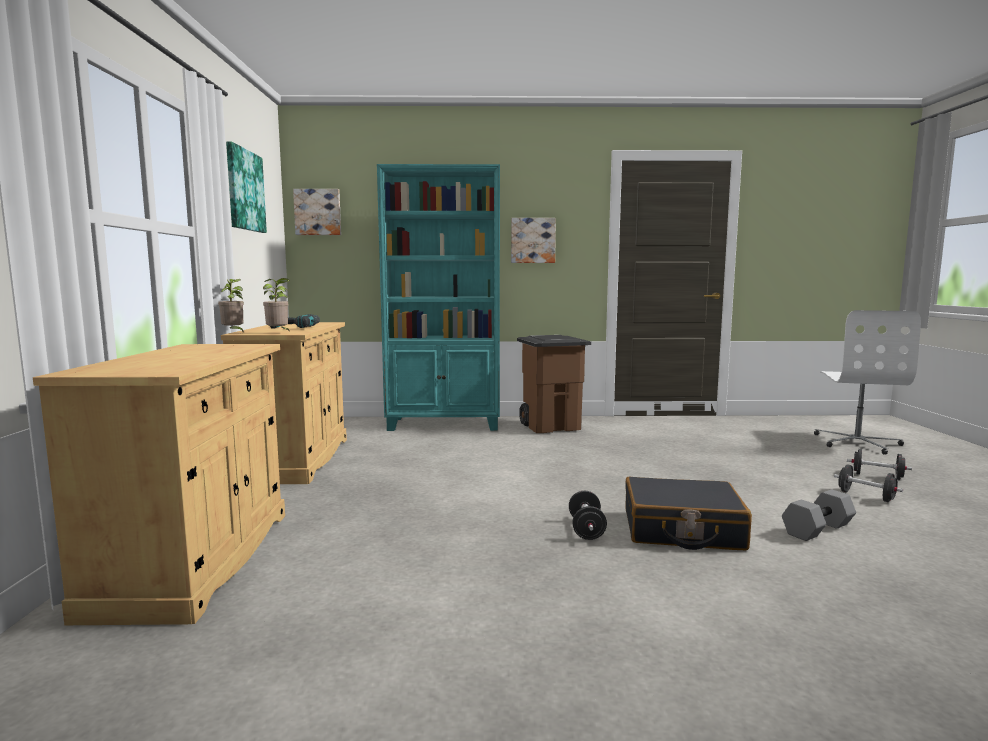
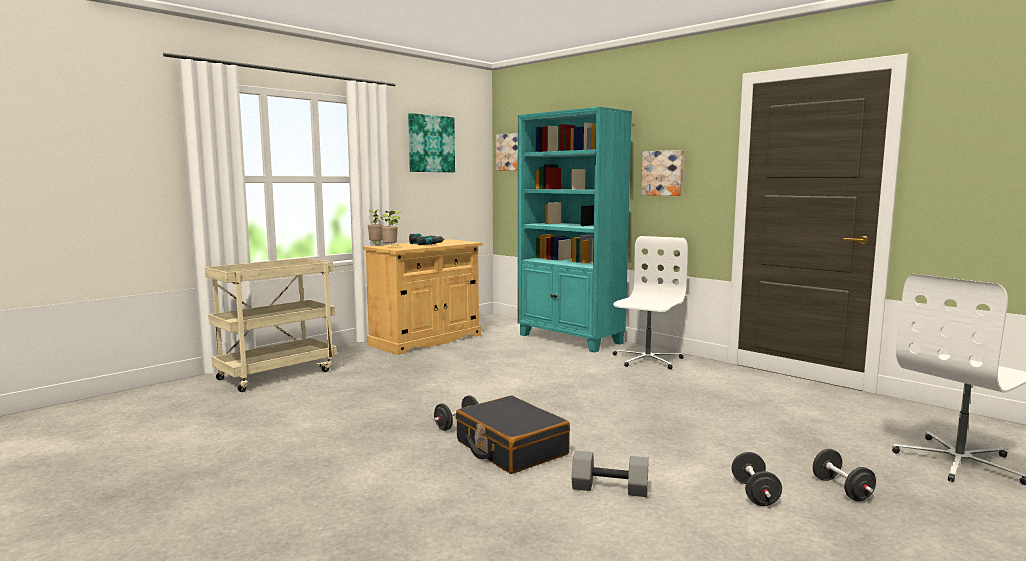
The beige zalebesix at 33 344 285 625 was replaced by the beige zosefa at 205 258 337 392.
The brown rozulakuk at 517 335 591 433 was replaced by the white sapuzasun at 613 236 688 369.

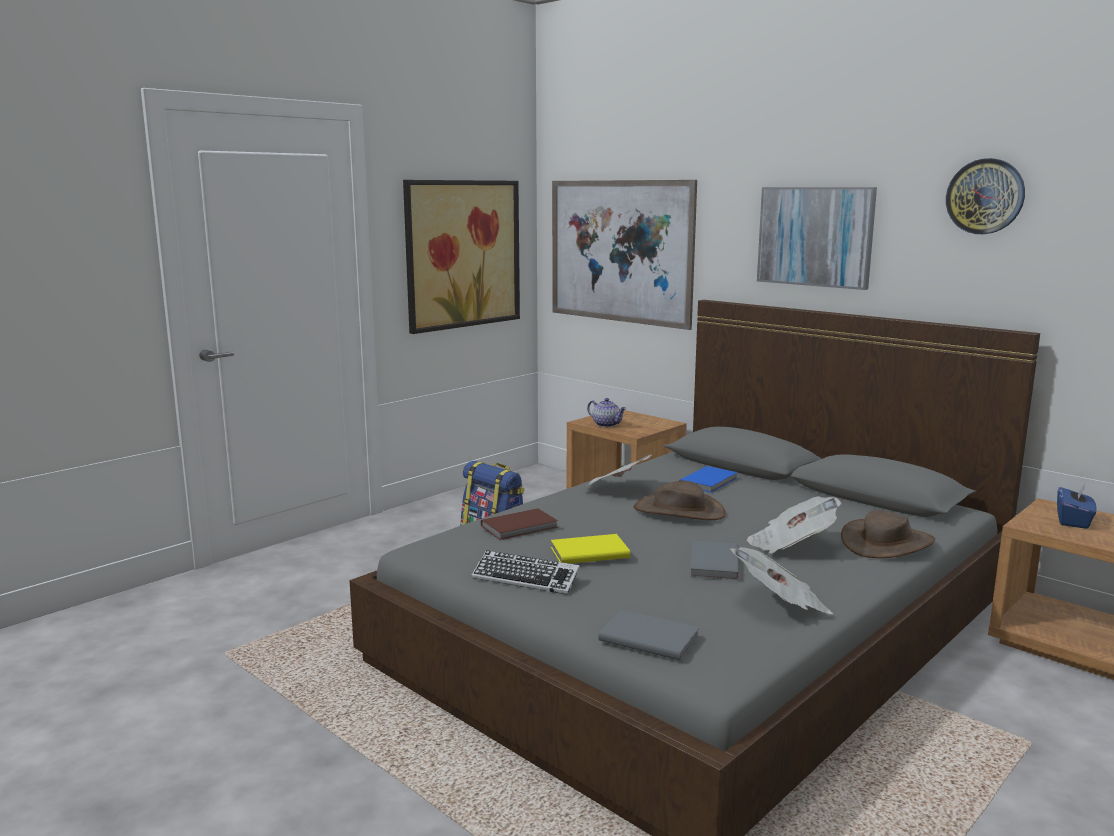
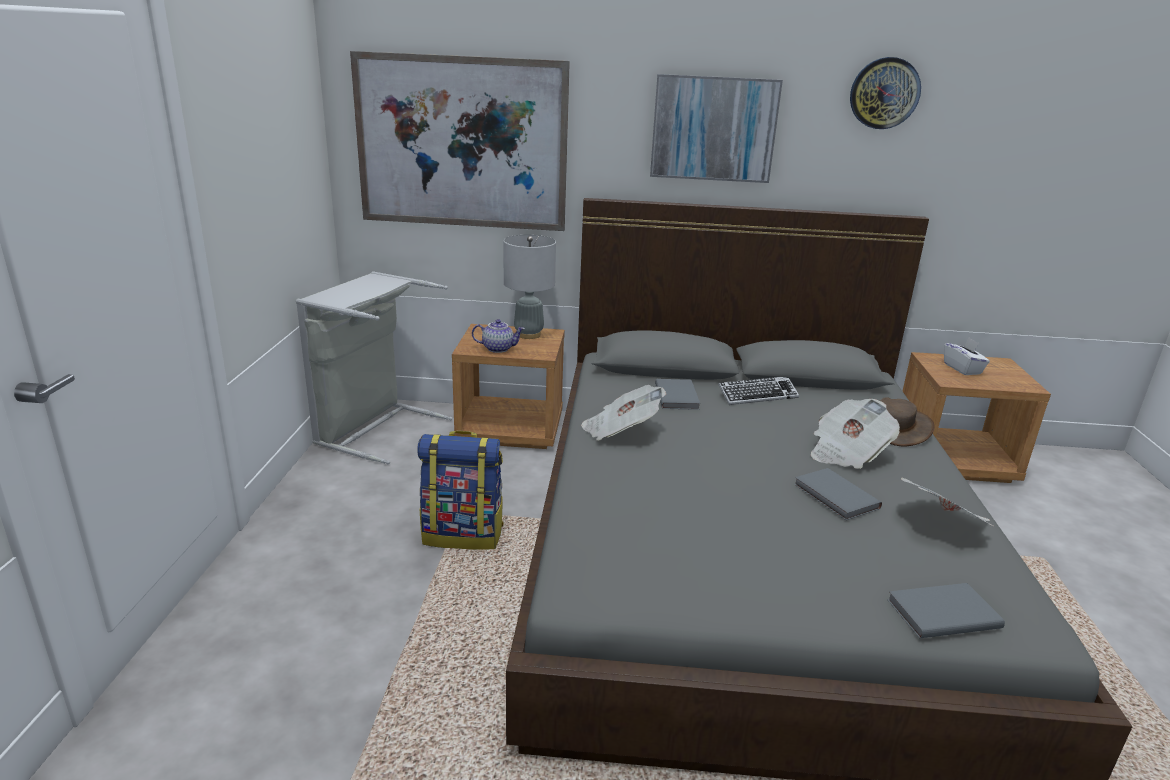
The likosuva at 403 180 520 334 disappeared.
The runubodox moved from 471 550 580 595 to 718 377 799 405.
The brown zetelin at 481 508 558 540 disappeared.
The yellow zetelin at 551 534 630 564 disappeared.
The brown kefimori at 634 481 726 520 disappeared.
The blue zetelin at 679 466 738 493 became the grey zetelin at 655 379 700 410.
The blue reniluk at 1057 483 1097 529 became the white reniluk at 944 338 990 375.
The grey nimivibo at 296 271 452 464 appeared.
The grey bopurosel at 504 235 556 339 appeared.

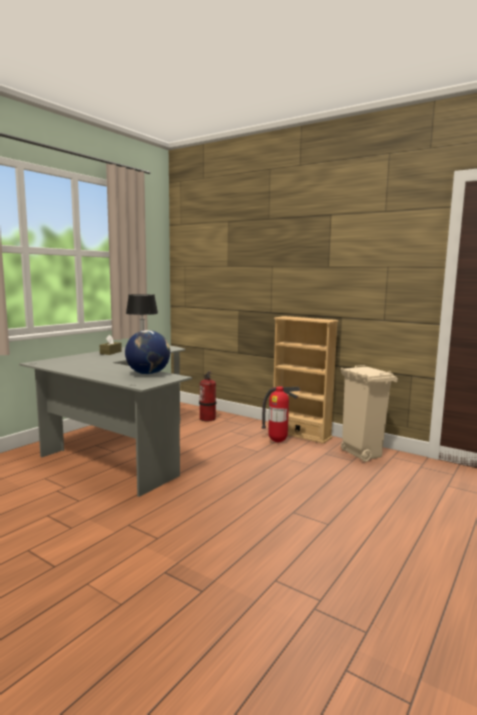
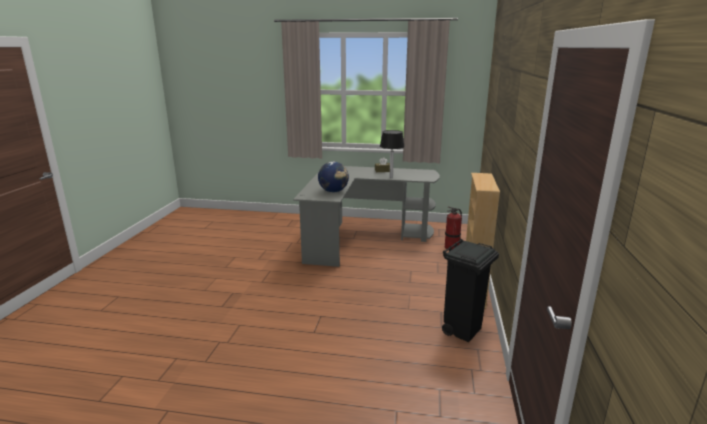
The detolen at 262 387 301 442 disappeared.
The beige rozulakuk at 341 365 398 462 became the black rozulakuk at 442 239 499 342.

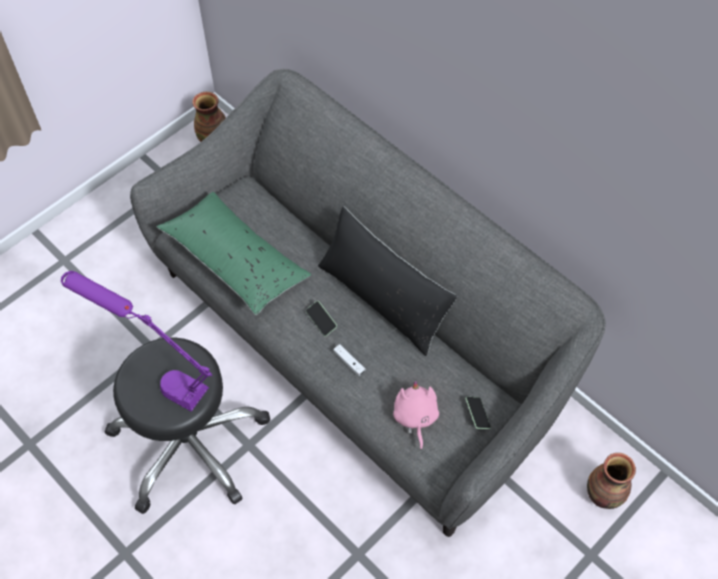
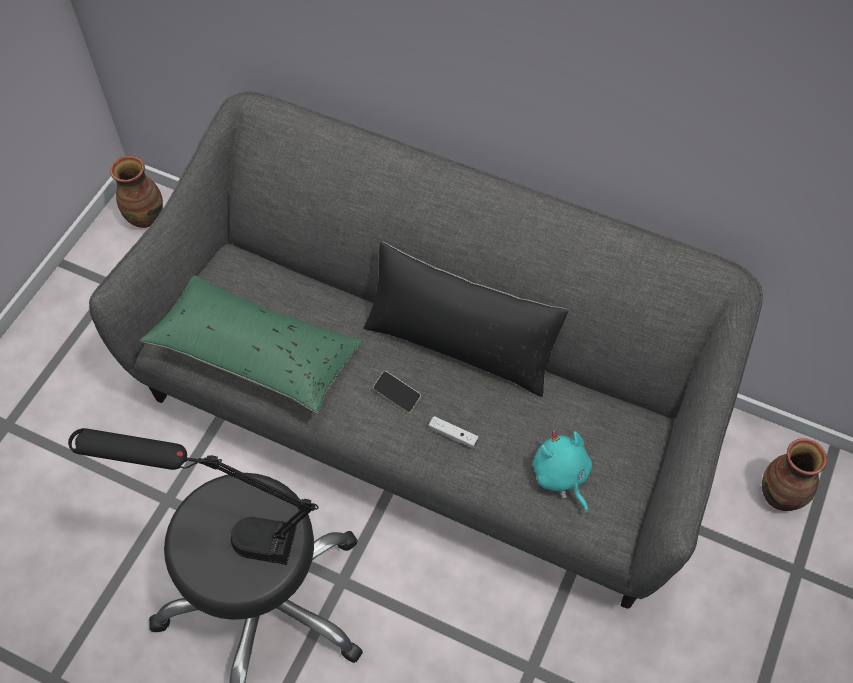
The purple bopurosel at 61 271 212 412 became the black bopurosel at 68 428 318 565.
The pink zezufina at 393 380 439 450 became the turquoise zezufina at 533 430 592 513.
The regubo at 465 397 491 429 disappeared.

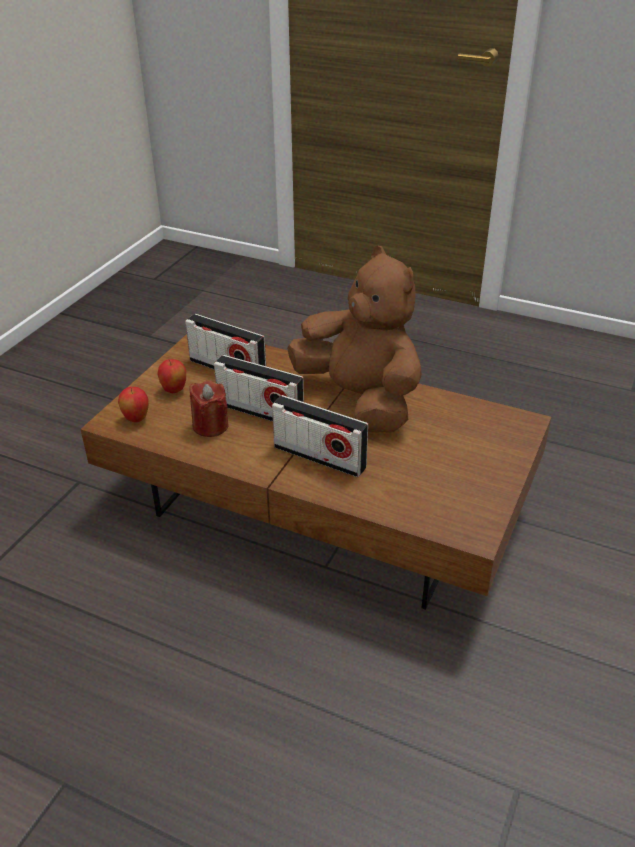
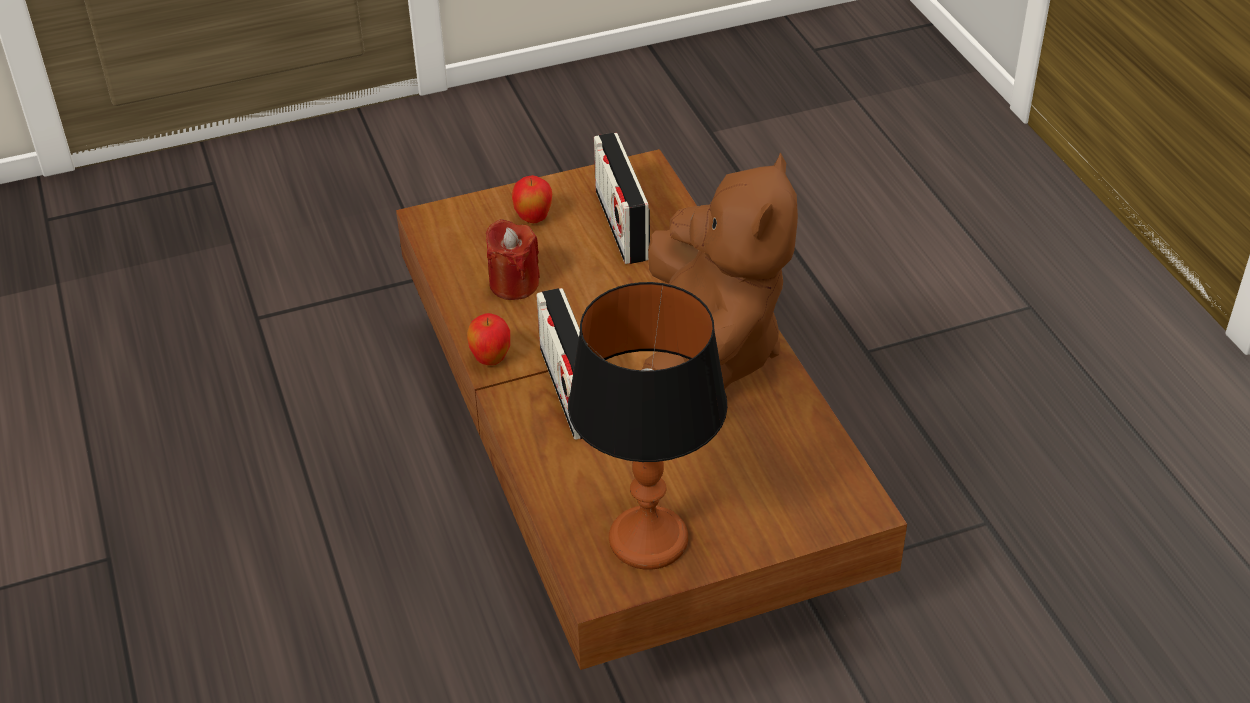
The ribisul moved from 118 387 149 422 to 467 313 510 365.
The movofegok at 214 355 304 421 disappeared.
The bopurosel at 568 282 728 570 appeared.

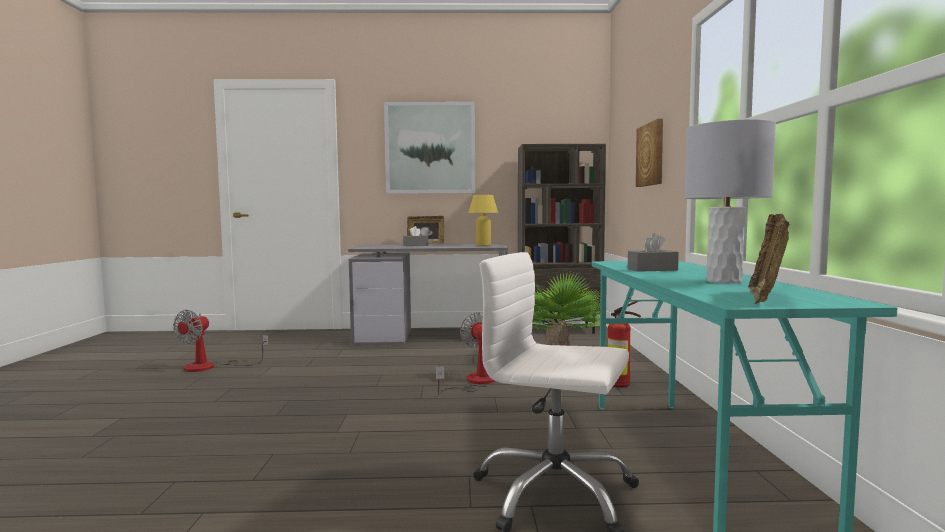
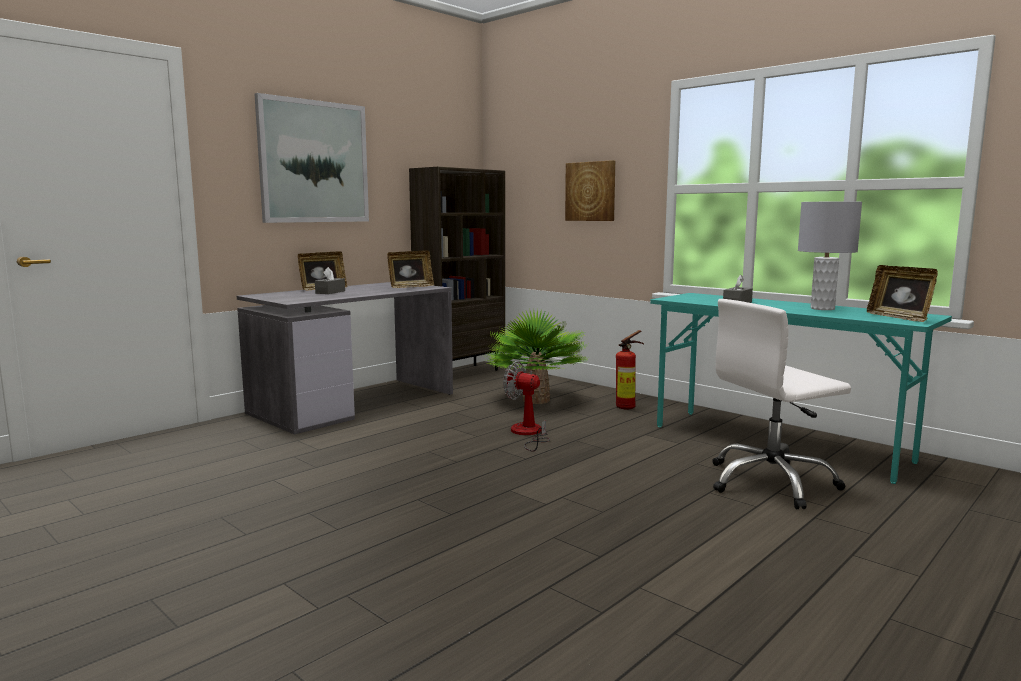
The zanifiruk at 173 310 269 372 disappeared.
The yellow bopurosel at 468 195 498 246 was replaced by the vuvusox at 387 250 434 288.

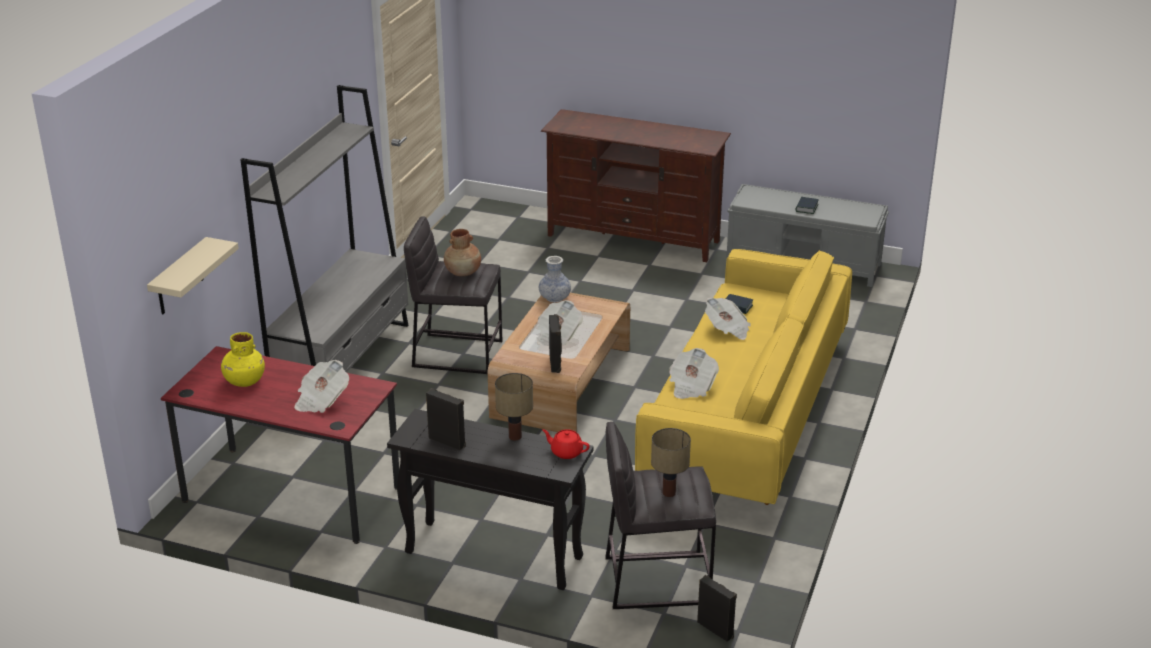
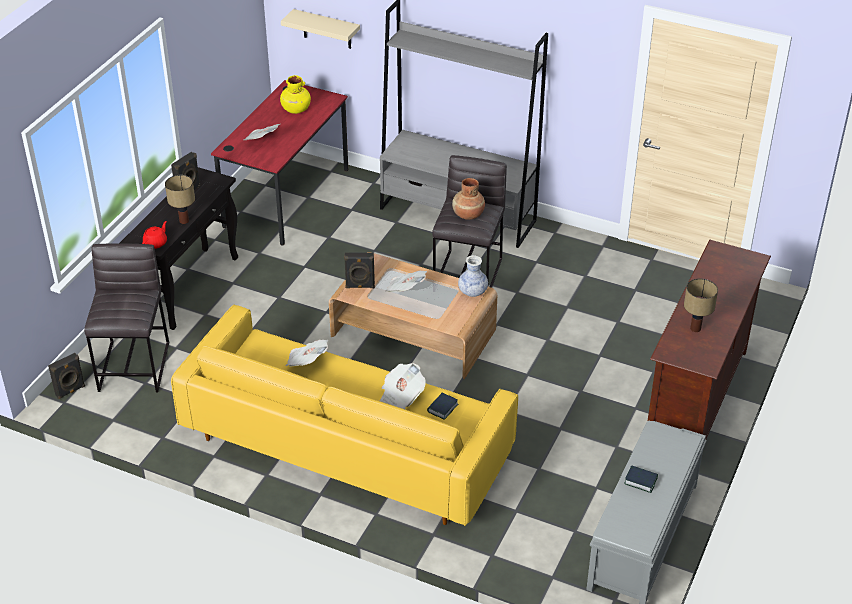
The bopurosel moved from 651 428 691 497 to 684 278 718 332.

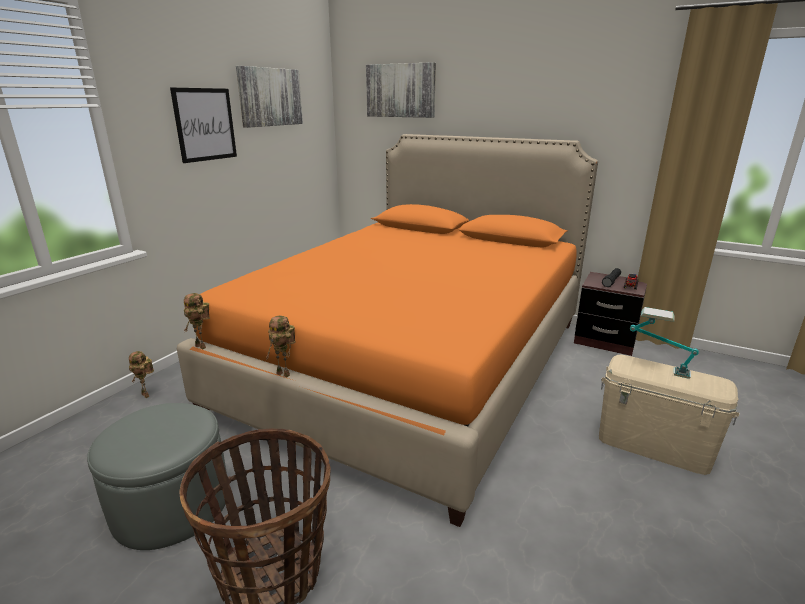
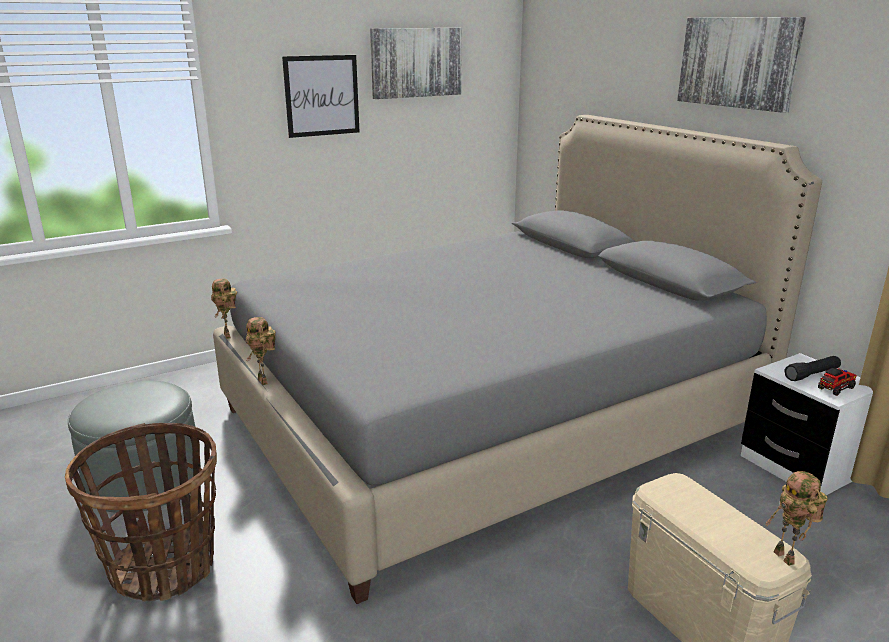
The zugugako moved from 129 351 154 398 to 765 471 827 566.
The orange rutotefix at 177 134 598 527 became the grey rutotefix at 213 115 822 604.
The likosuva moved from 366 62 436 118 to 677 17 806 113.
The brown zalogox at 574 272 647 356 became the white zalogox at 741 353 873 495.
The bopurosel at 630 307 699 379 disappeared.

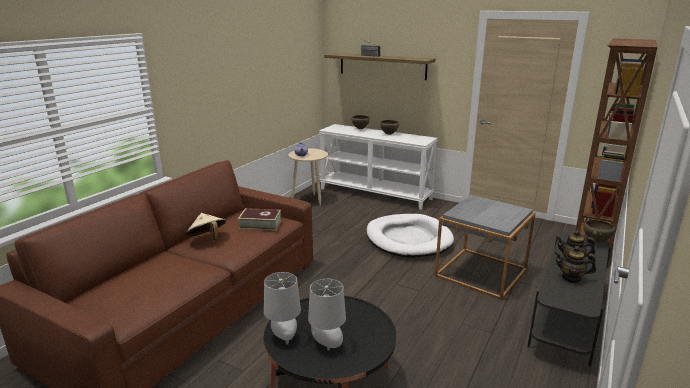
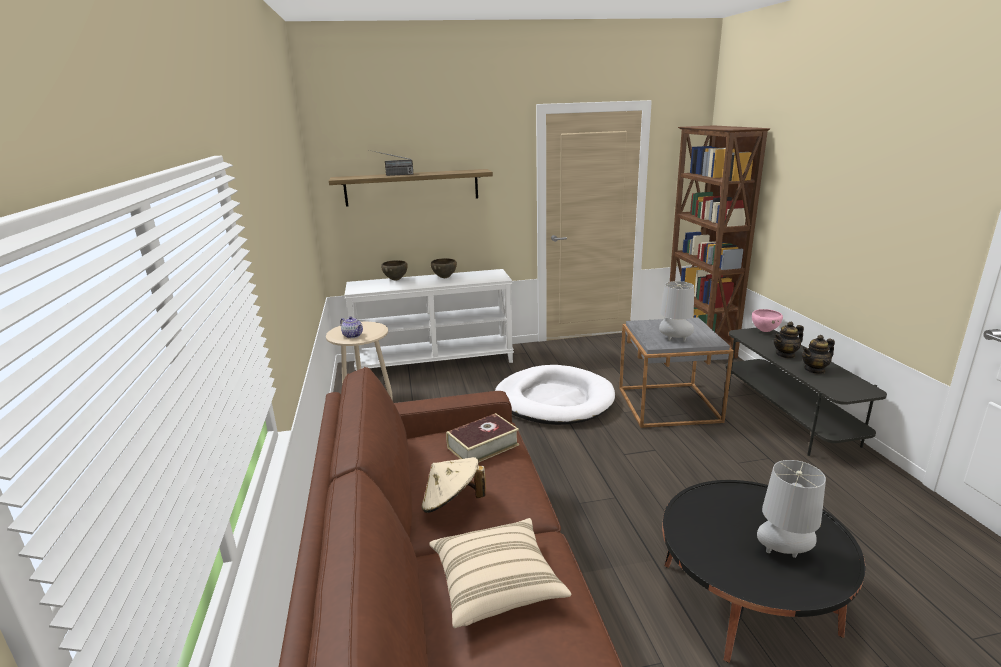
The grey bopurosel moved from 264 272 301 345 to 659 281 694 342.
The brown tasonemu at 584 220 615 243 became the pink tasonemu at 752 309 783 332.
The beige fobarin at 429 518 571 628 appeared.

